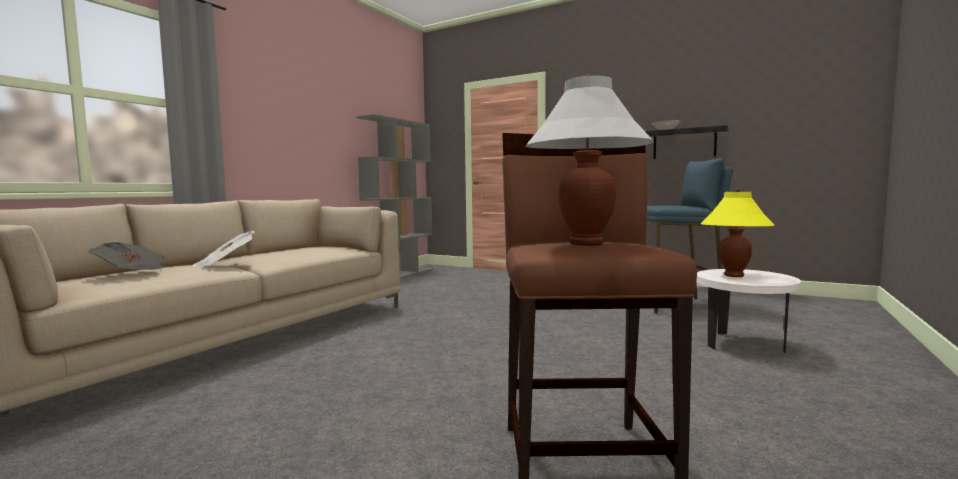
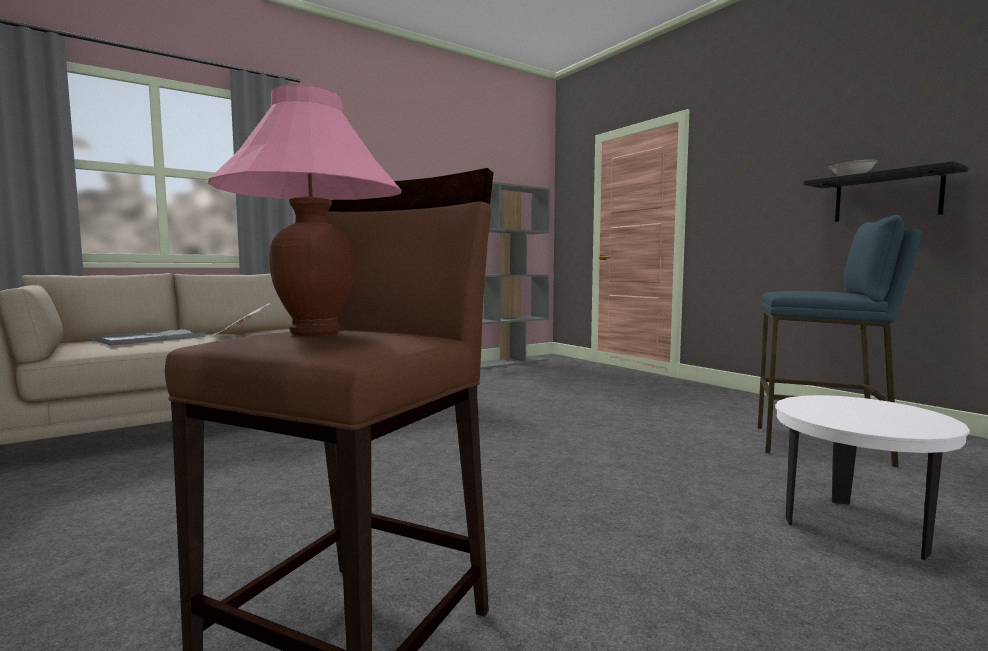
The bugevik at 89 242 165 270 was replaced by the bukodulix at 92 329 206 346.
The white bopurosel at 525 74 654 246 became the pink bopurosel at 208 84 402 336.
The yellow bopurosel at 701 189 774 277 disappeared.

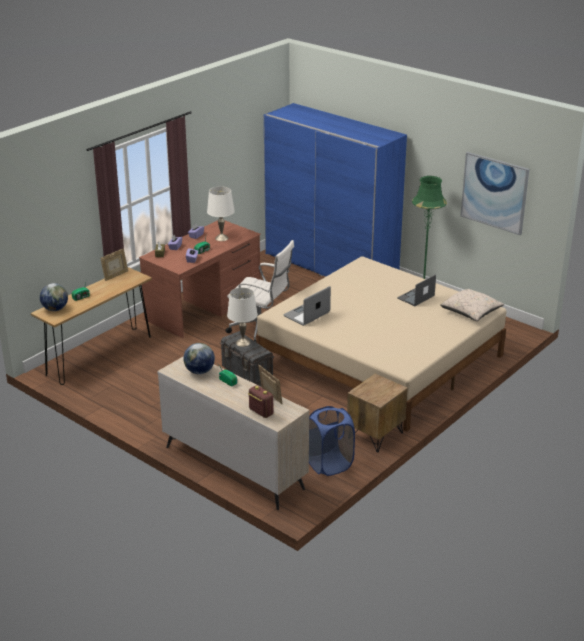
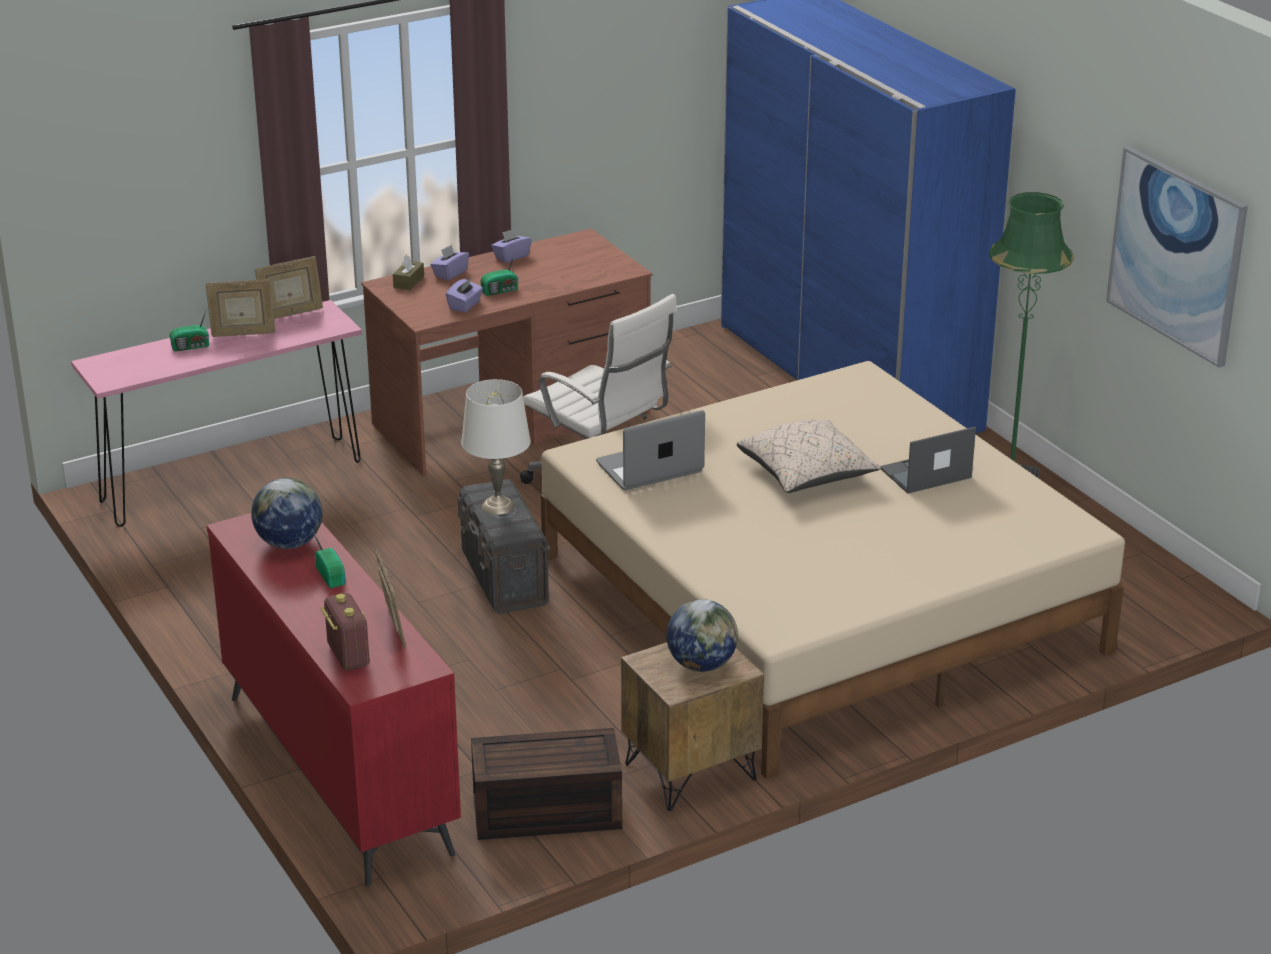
The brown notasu at 31 267 152 385 became the pink notasu at 71 300 362 527.
The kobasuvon moved from 40 283 68 311 to 666 599 738 672.
The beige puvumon at 157 356 309 510 became the red puvumon at 207 513 461 887.
The white bopurosel at 207 186 235 241 disappeared.
The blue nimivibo at 309 406 355 476 was replaced by the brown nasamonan at 471 728 622 840.
The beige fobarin moved from 441 289 505 321 to 737 420 881 493.
The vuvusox at 205 279 275 337 appeared.

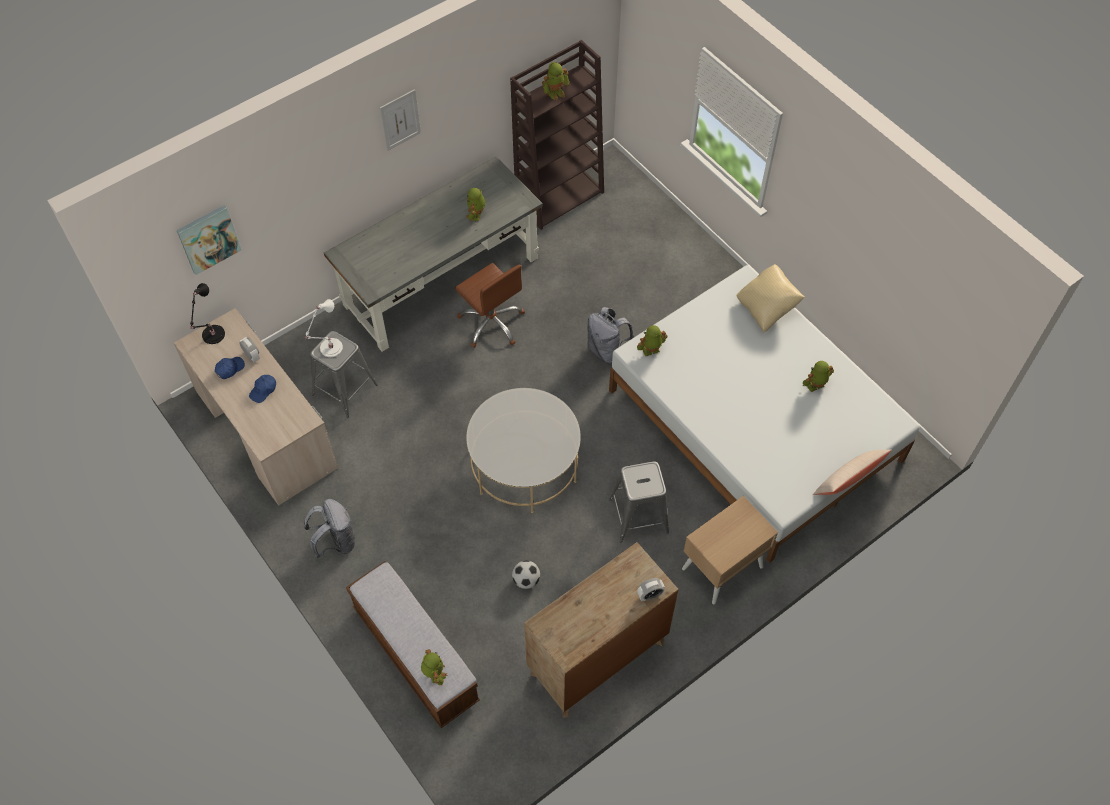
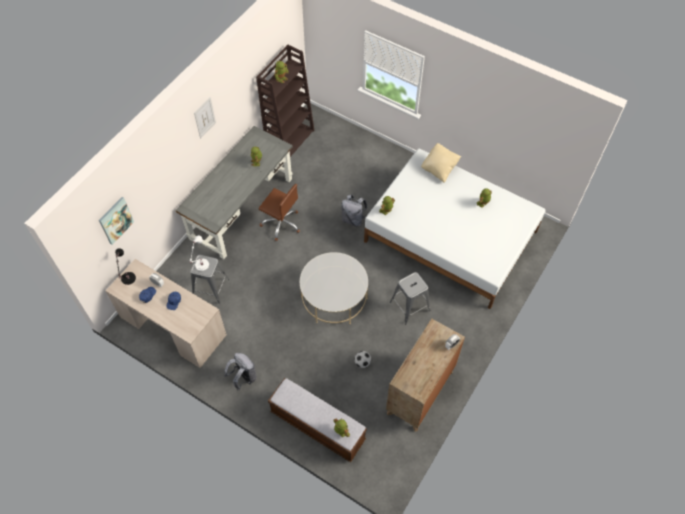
The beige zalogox at 682 496 778 604 disappeared.
The beige fobarin at 813 450 892 495 disappeared.

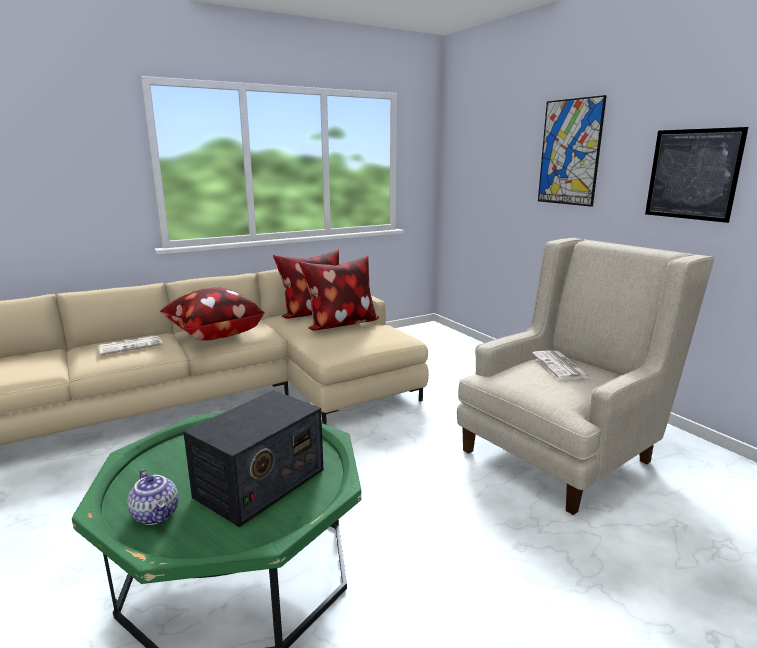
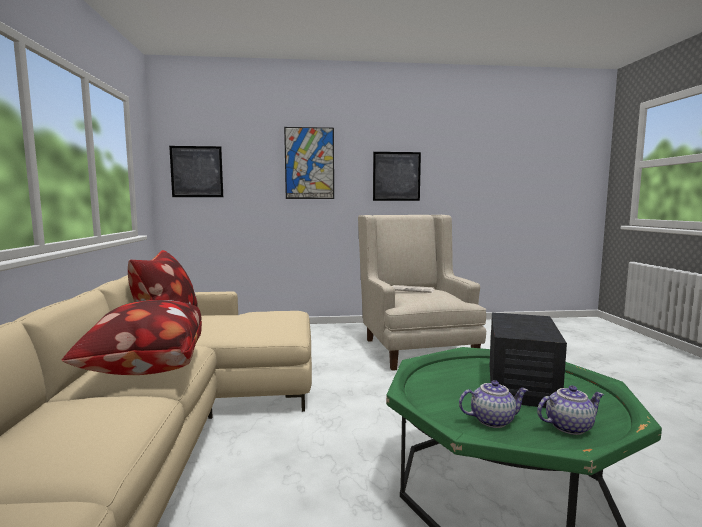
The bugevik at 98 336 163 355 disappeared.
The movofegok at 183 390 323 527 turned 45 degrees clockwise.
The fobarin at 299 255 379 331 disappeared.
The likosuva at 169 146 223 197 appeared.
The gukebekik at 459 380 529 428 appeared.

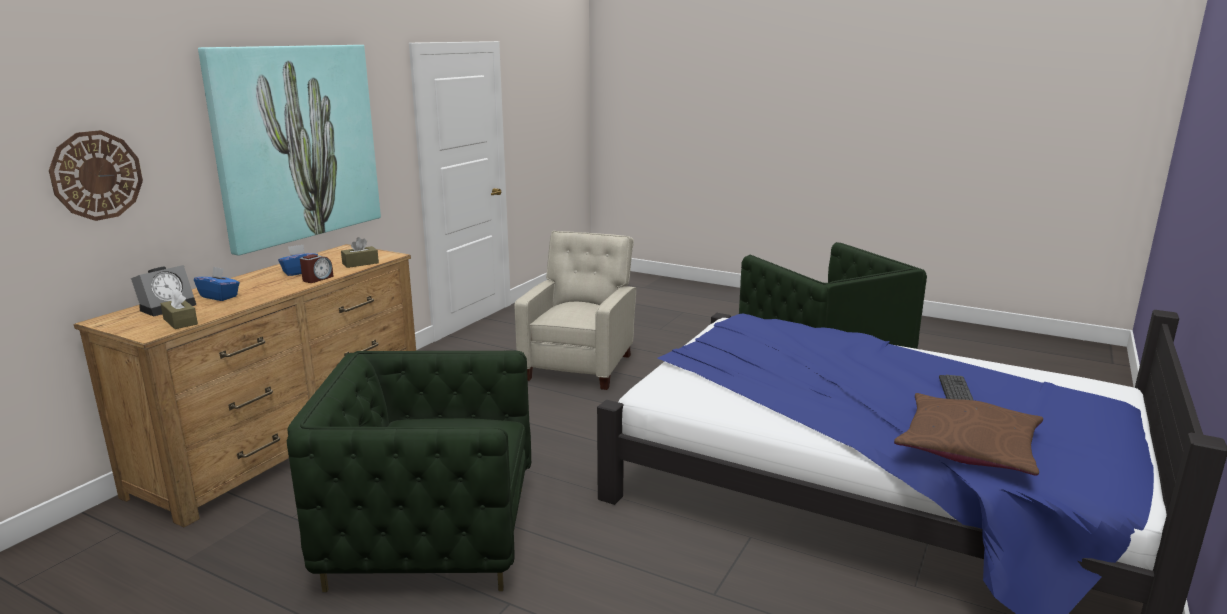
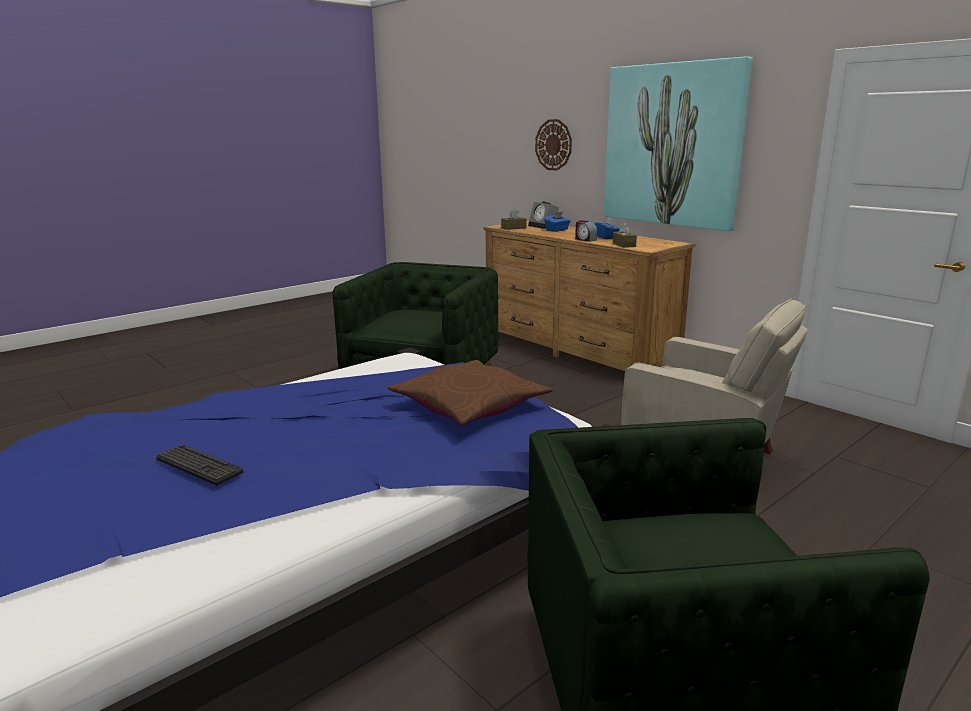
The brown fobarin moved from 894 393 1043 476 to 388 360 553 426.

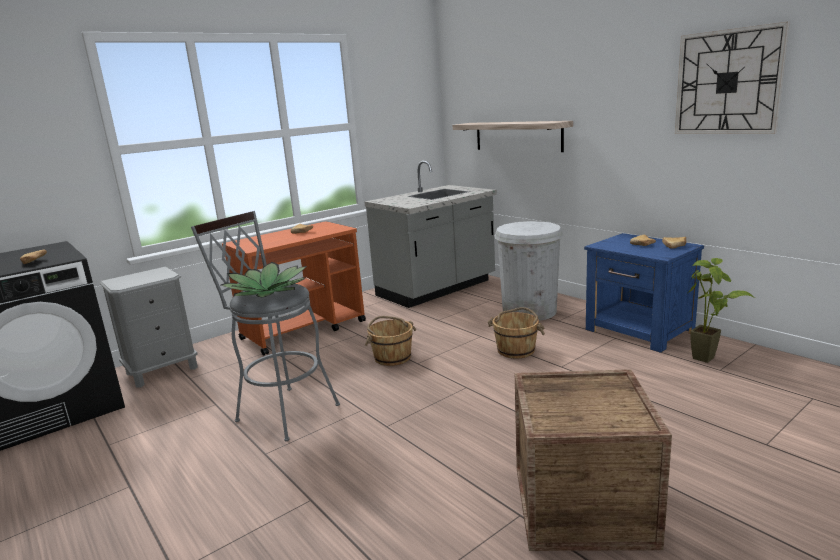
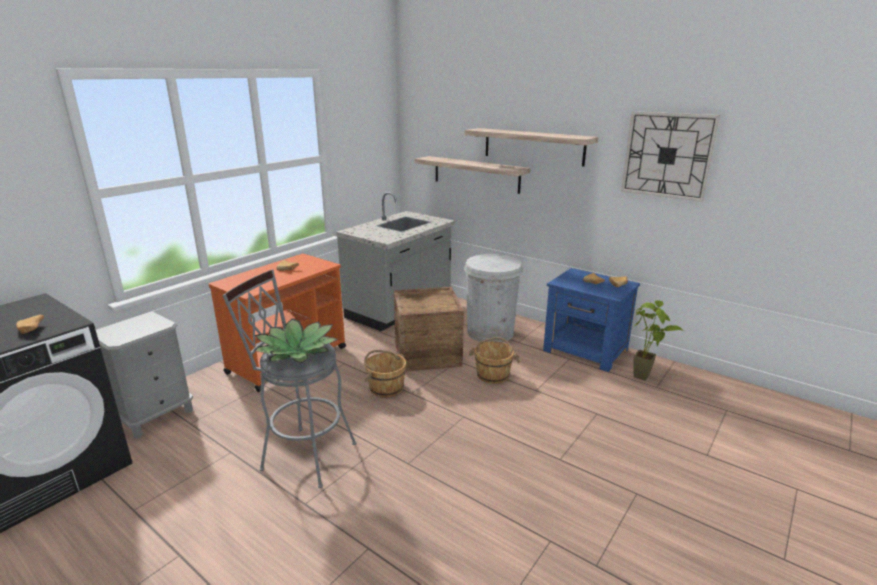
The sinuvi moved from 515 369 672 551 to 394 287 464 372.
The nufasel at 465 128 598 166 appeared.

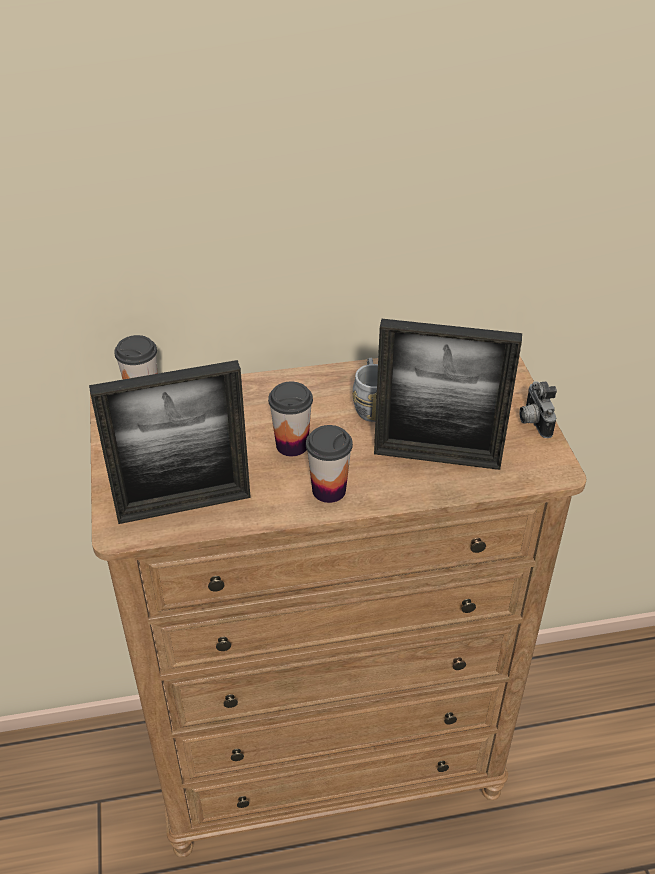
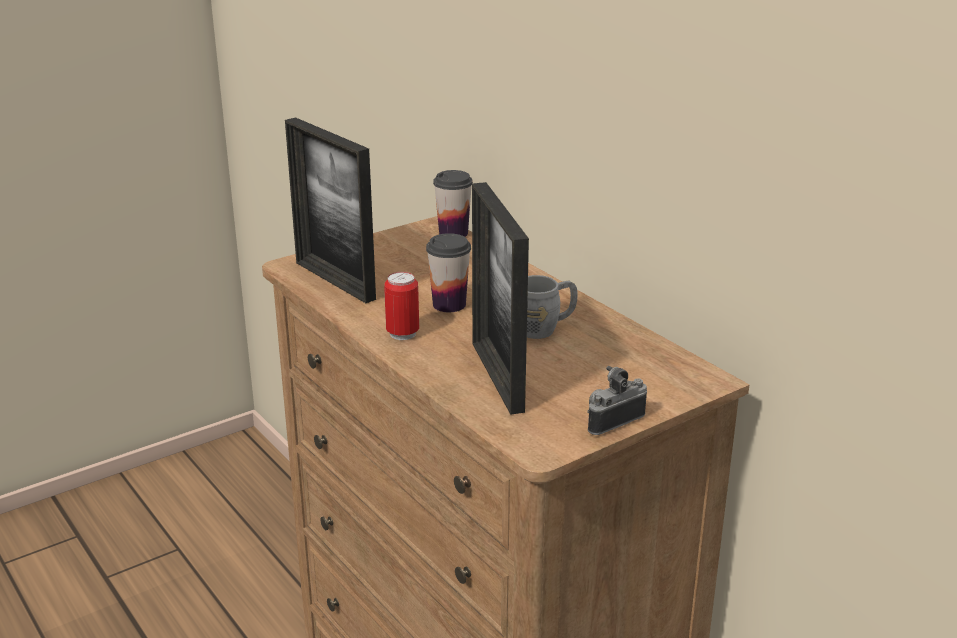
The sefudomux at 306 425 353 503 was replaced by the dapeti at 384 272 419 340.

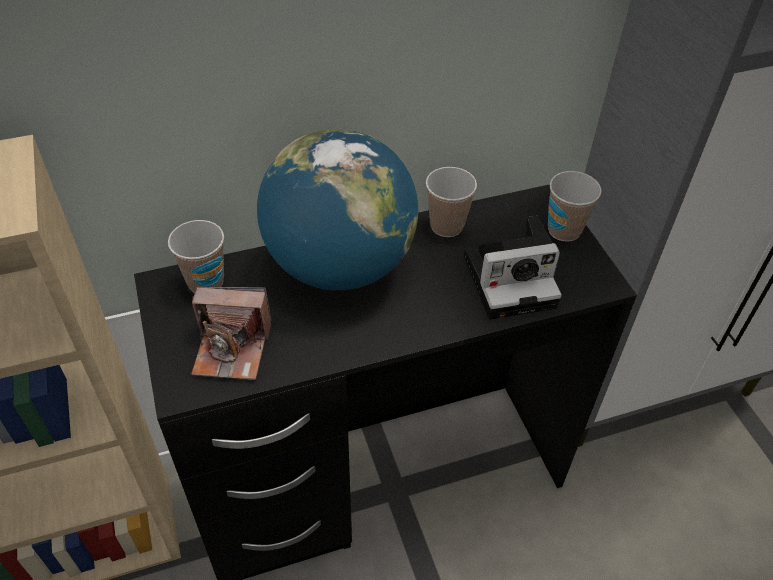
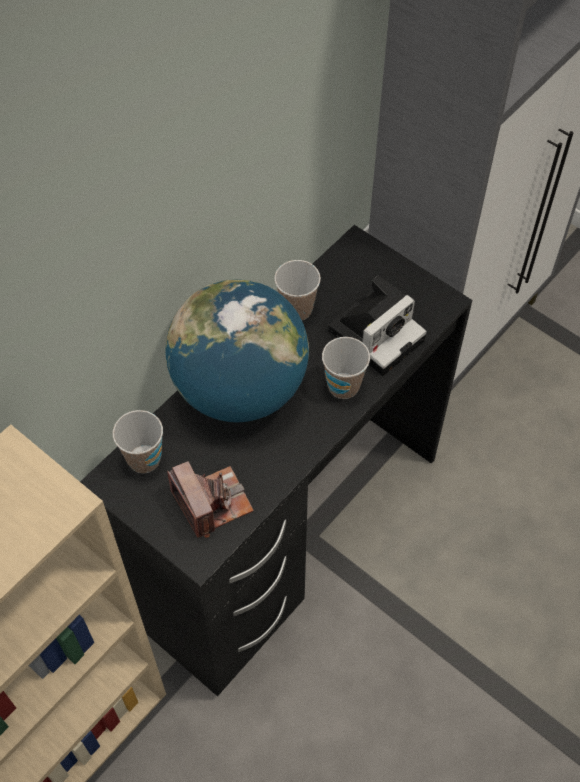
The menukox at 191 287 271 380 turned 90 degrees counterclockwise.
The sefudomux moved from 548 171 602 242 to 322 337 370 399.

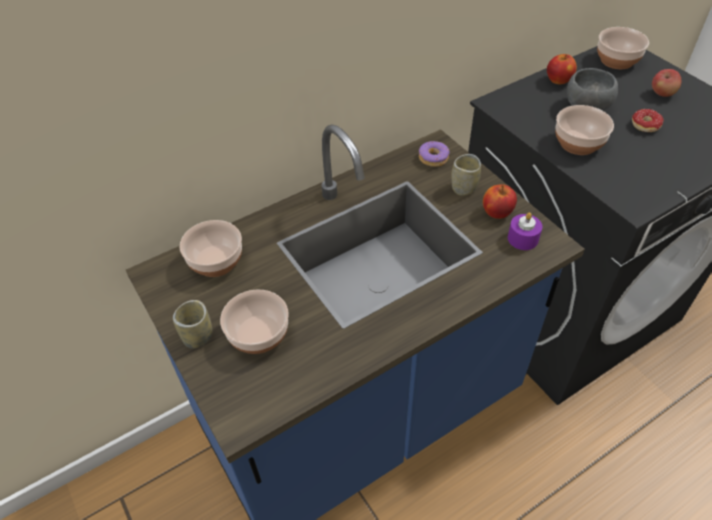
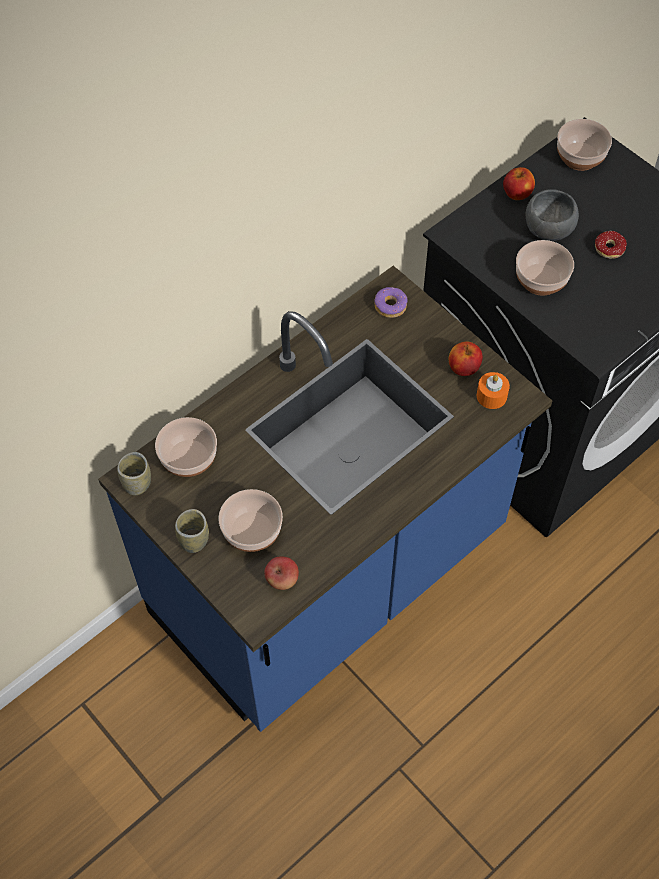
The sefudomux moved from 451 154 481 196 to 117 452 151 495.
The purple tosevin at 508 212 542 250 became the orange tosevin at 477 372 510 409.
The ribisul moved from 652 69 681 97 to 264 556 299 590.

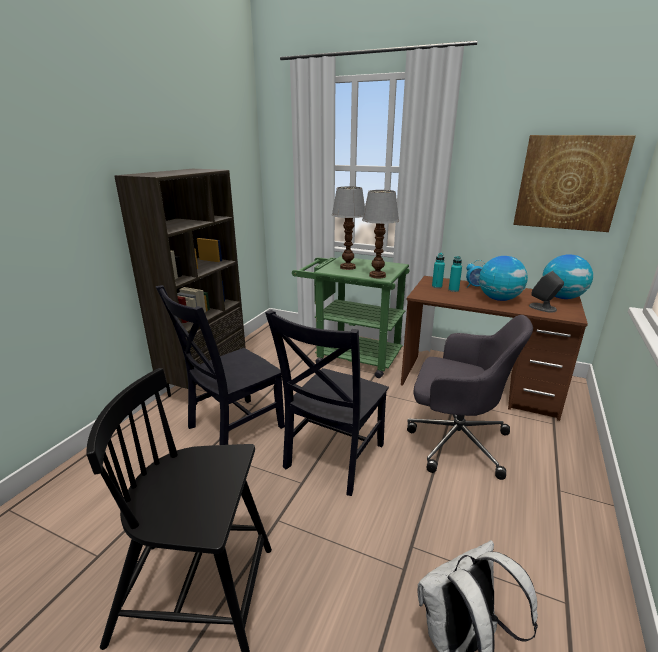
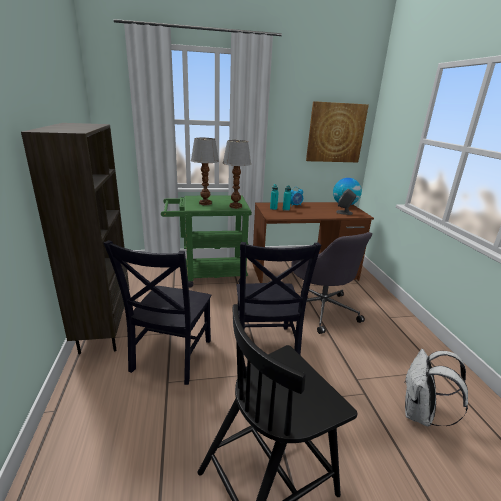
The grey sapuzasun at 407 315 533 480 turned 75 degrees clockwise.
The kobasuvon at 479 256 528 301 disappeared.

